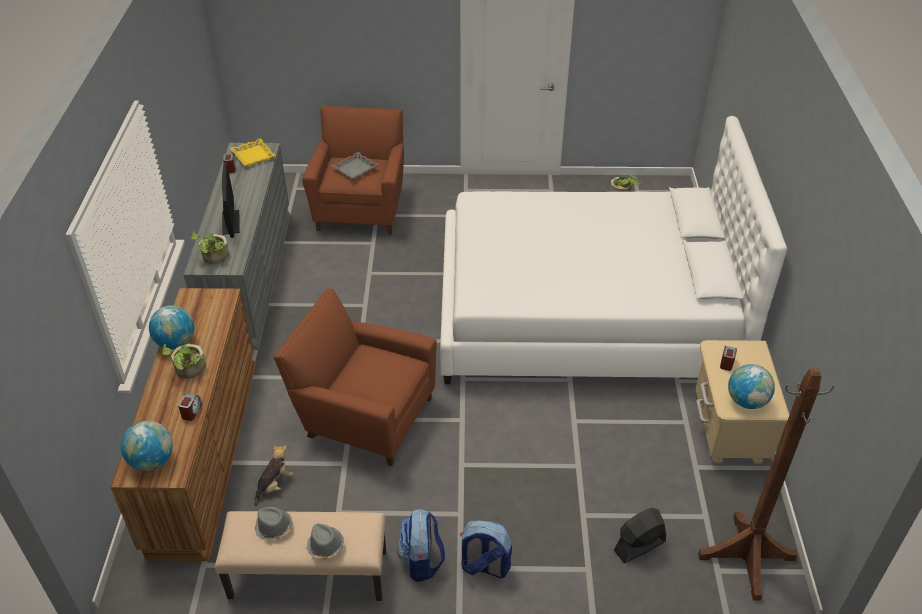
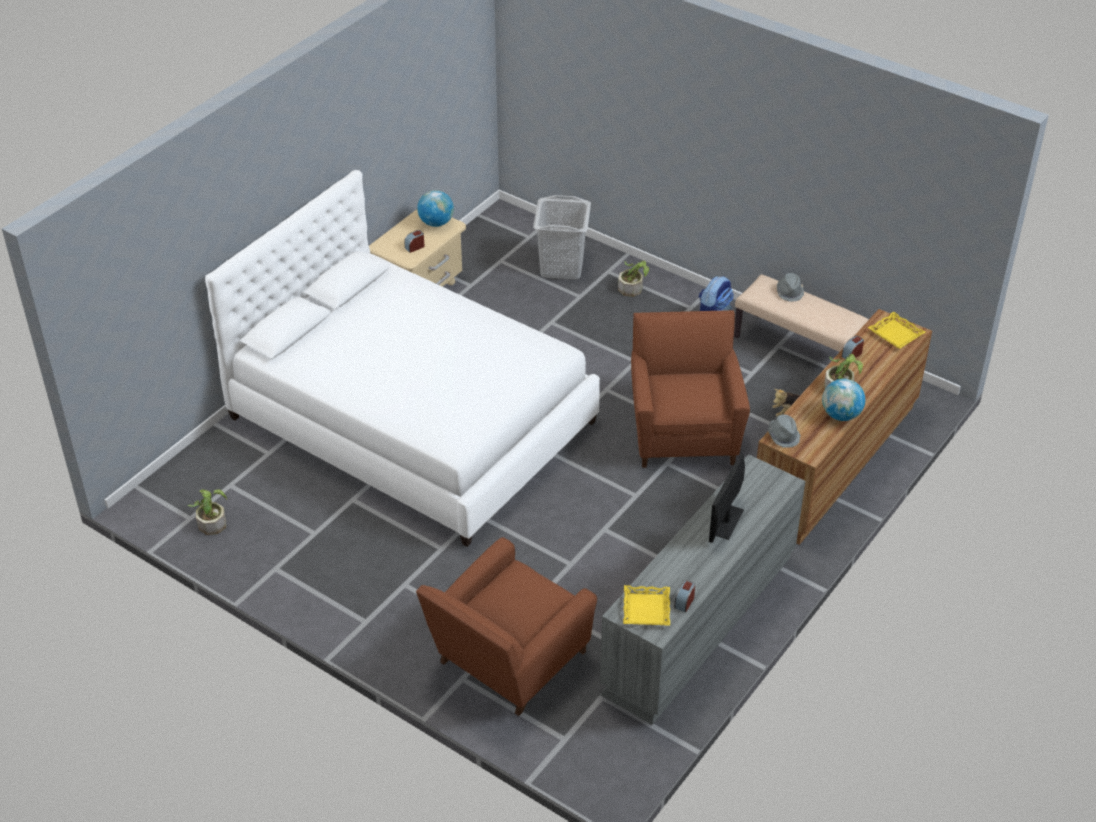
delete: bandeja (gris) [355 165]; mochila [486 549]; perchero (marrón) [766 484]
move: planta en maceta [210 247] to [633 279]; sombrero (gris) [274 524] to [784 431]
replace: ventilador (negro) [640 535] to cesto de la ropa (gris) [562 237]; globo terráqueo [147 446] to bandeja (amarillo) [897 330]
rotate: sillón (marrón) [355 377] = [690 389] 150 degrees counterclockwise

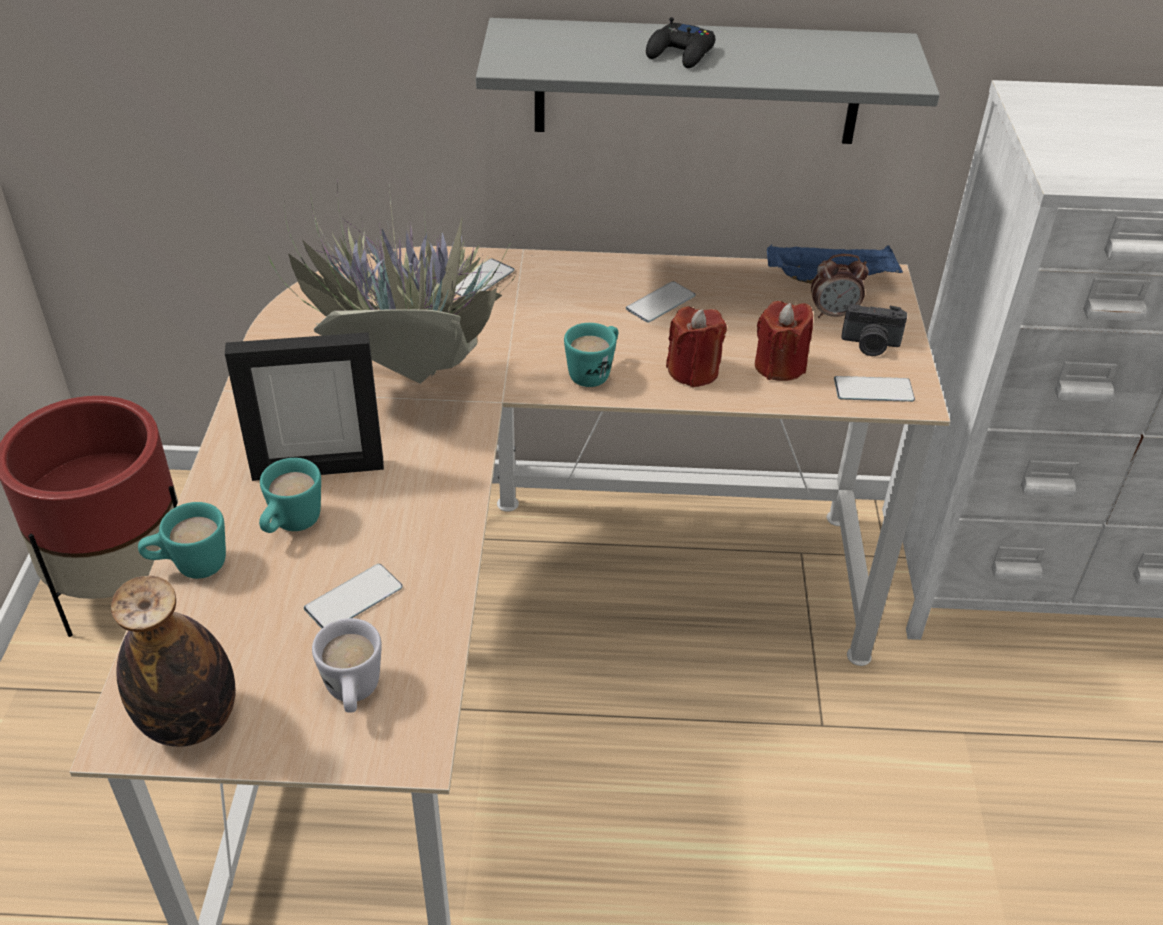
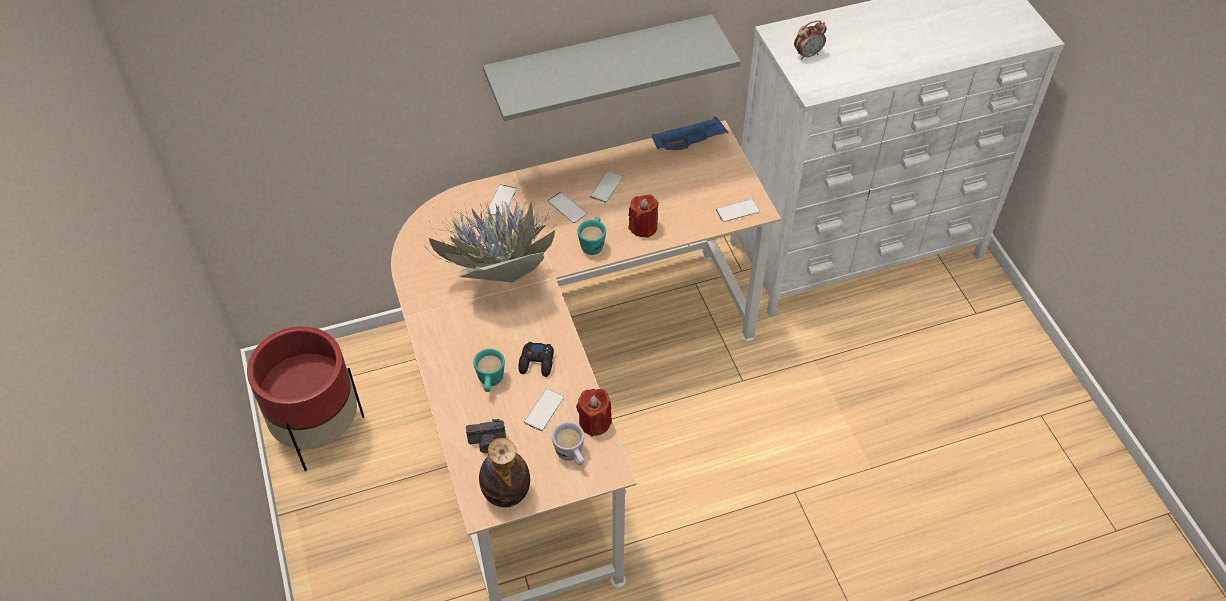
delete: taza grande (turquesa) [182 540]; portarretratos [304 406]
insert: móvil [567 207]
move: cámara [874 330] to [486 436]; mando de consola (negro) [680 42] to [536 359]; vela (rojo) [784 341] to [594 413]; despertador [840 286] to [810 40]

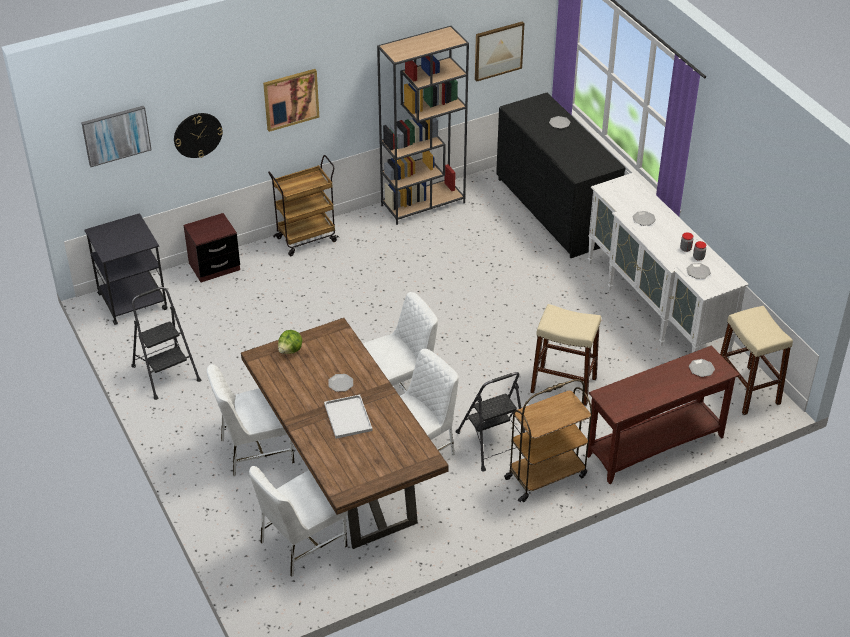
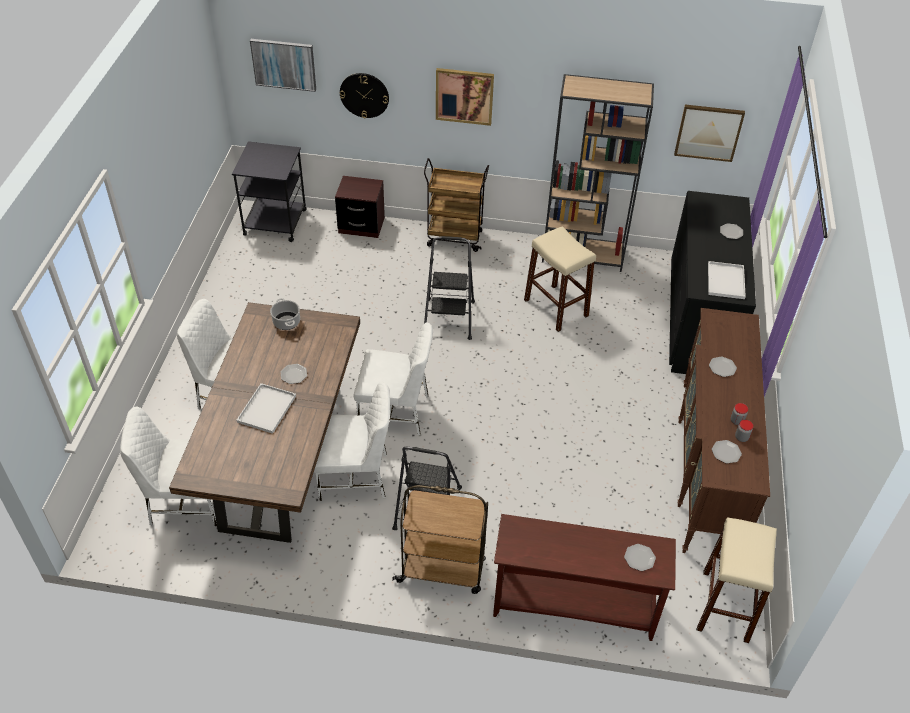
insert: bandeja (blanco) [727 280]
move: escalera de tijera (negro) [166 343] to [449 288]; taburete (beis) [565 355] to [560 279]
replace: lechuga [290 342] to olla [285 314]
recolor: armario (blanco) [668 266] to armario (marrón) [724 430]

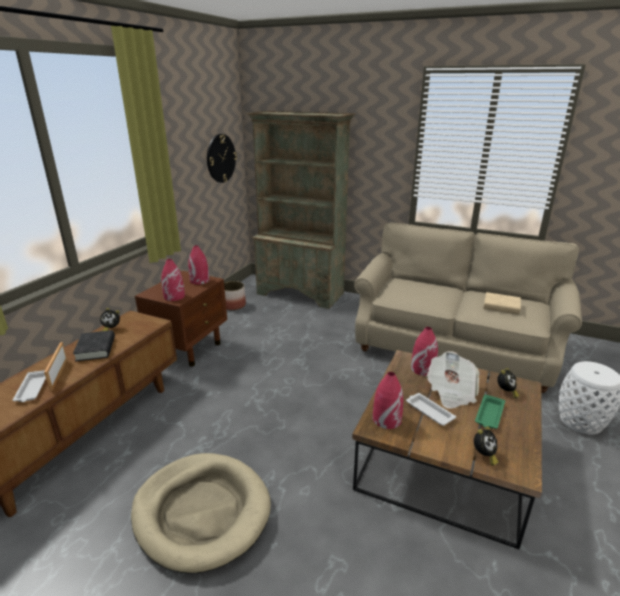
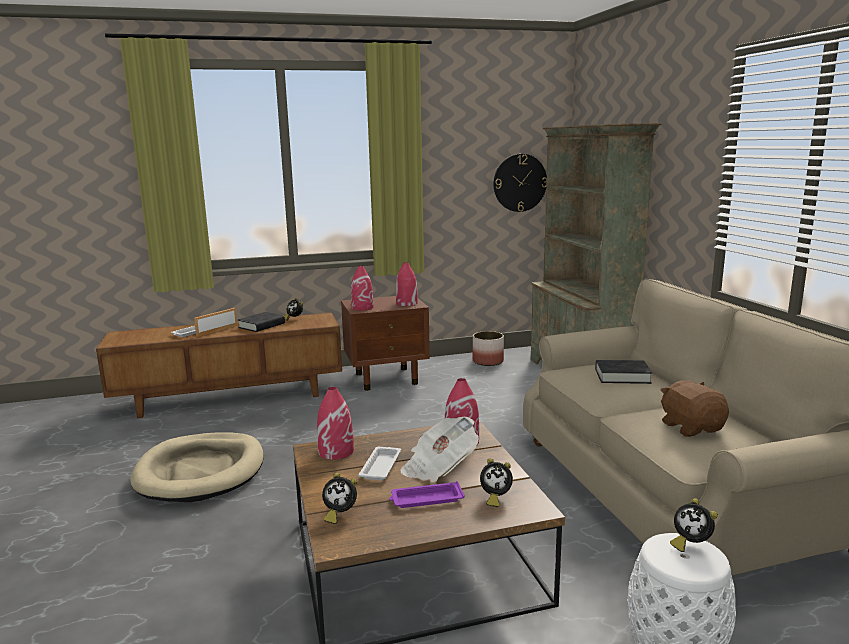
insert: libro (negro) [623 372]; despertador [694 525]
replace: libro (beis) [502 303] to peluche (marrón) [694 408]
recolor: bandeja (verde) [490 411] to bandeja (morado) [427 494]

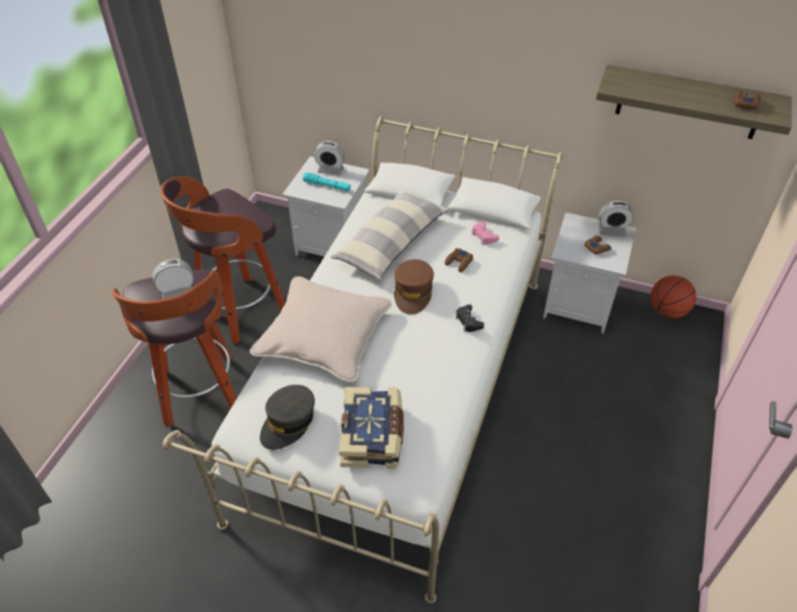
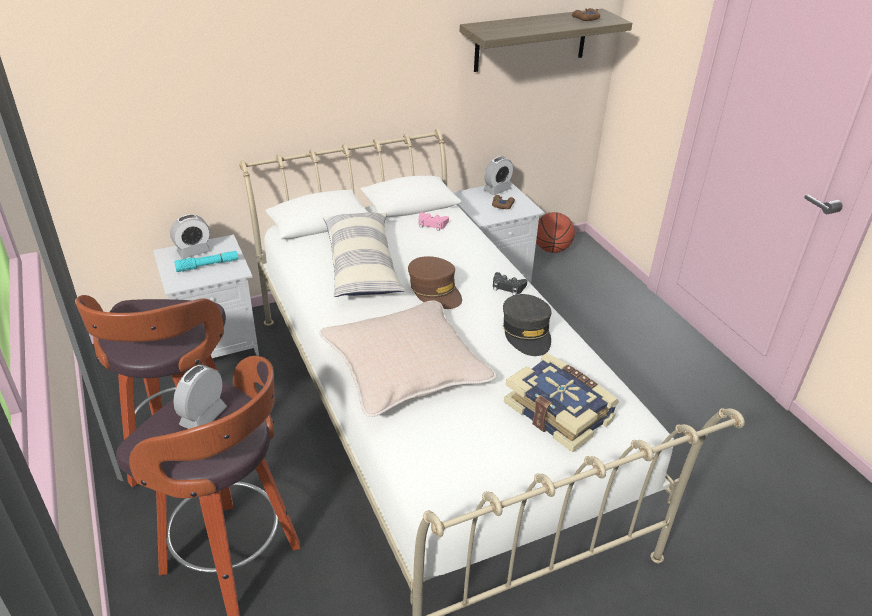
delete: mando de consola (marrón) [459 260]
move: gorra (gris) [287 417] to [527 325]

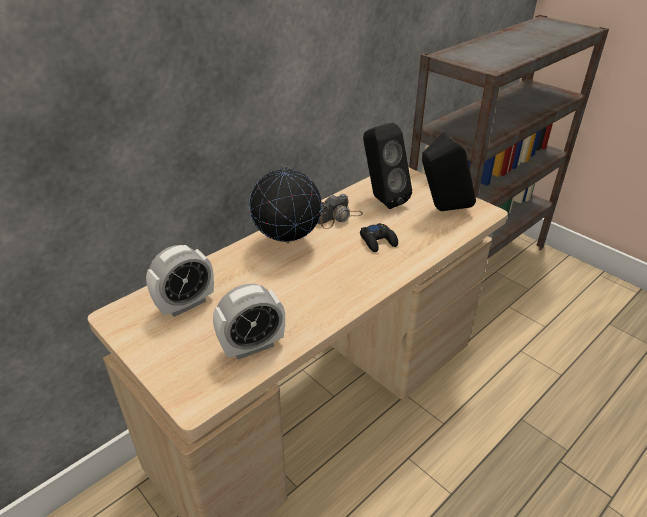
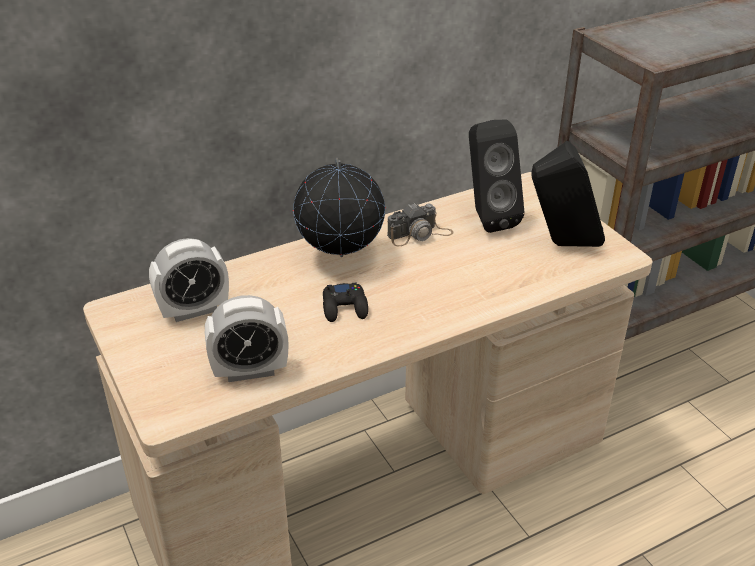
move: mando de consola (negro) [379 237] to [345 302]

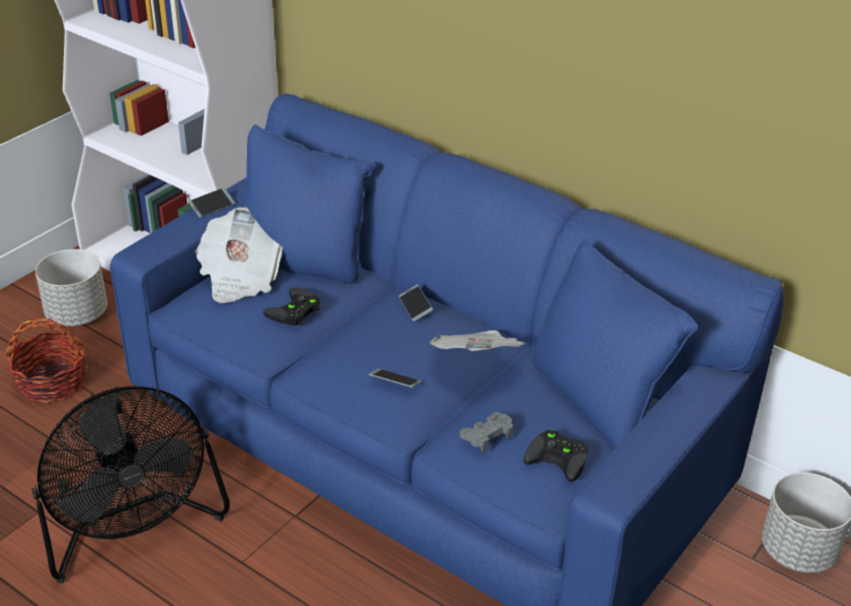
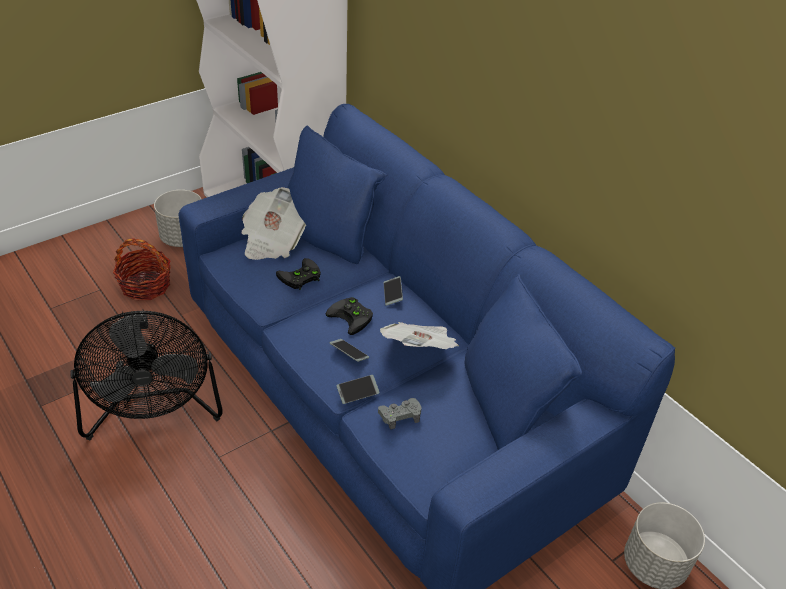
move: mando de consola (negro) [556 456] to [349 316]; móvil [212 203] to [358 389]

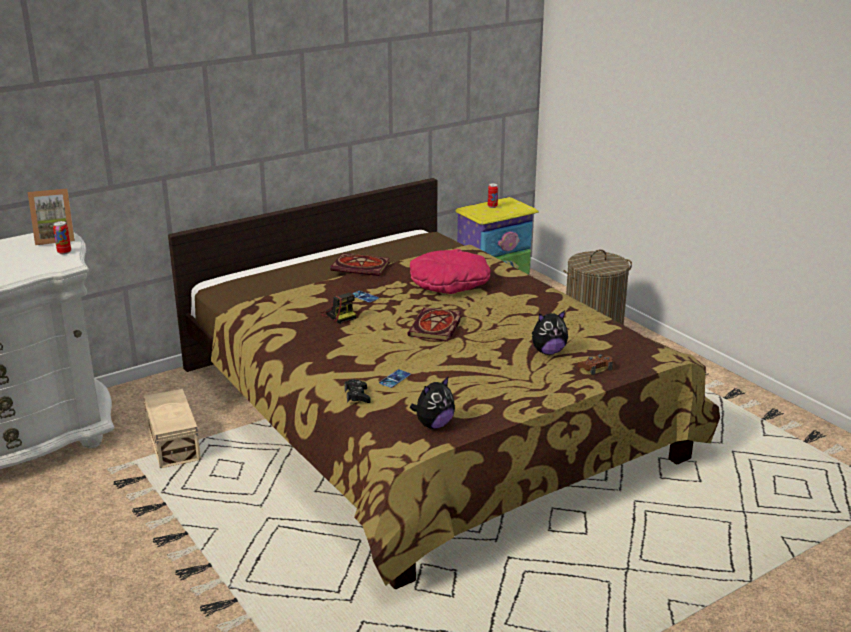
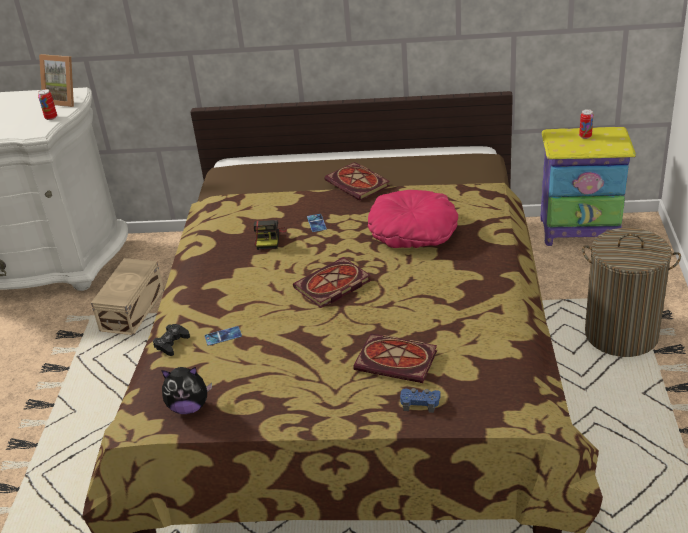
replace: peluche [550 332] to libro [395 358]
recolor: mando de consola (marrón) [595 364] to mando de consola (azul) [420 400]

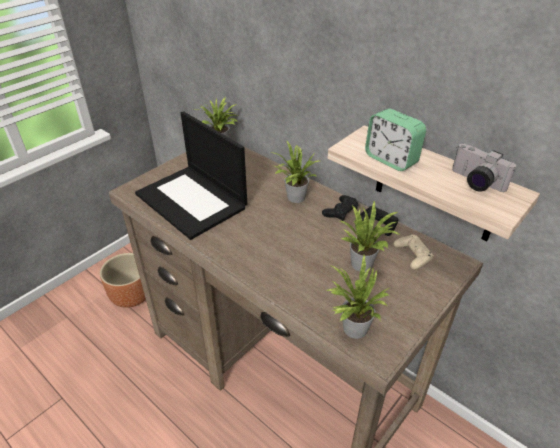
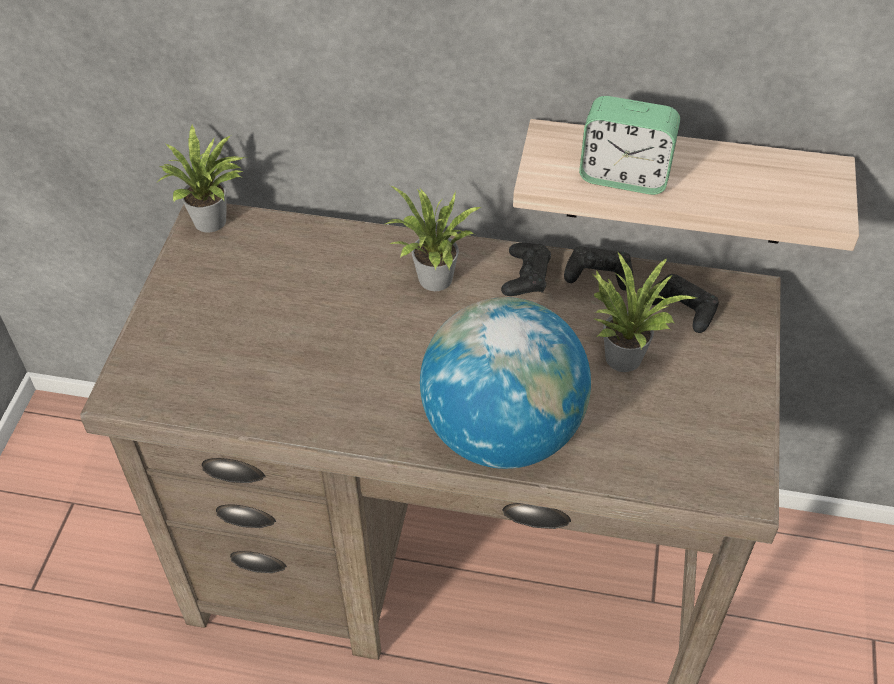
delete: maceta (marrón) [123 280]; portátil [191 175]; planta en maceta [358 297]; cámara [484 168]
insert: globo terráqueo [505 383]
recolor: mando de consola (beis) [413 252] to mando de consola (negro) [685 303]

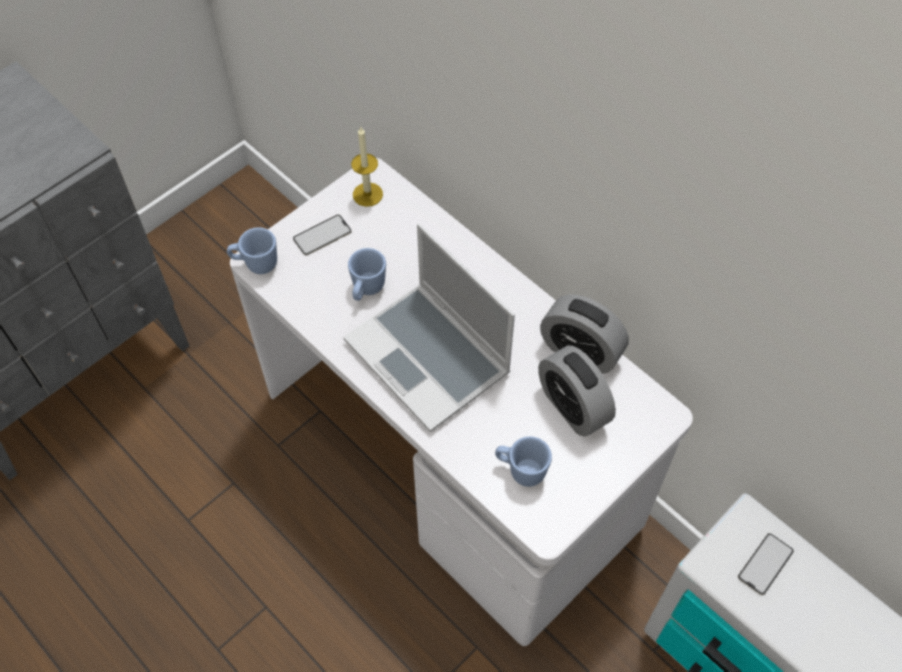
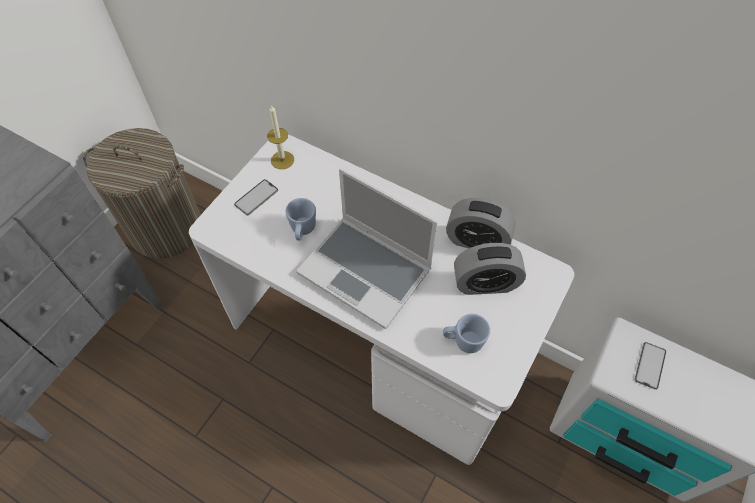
delete: taza grande (azul) [252 250]
insert: cesto de la ropa [142 193]
rotate: despertador [577 391] = [490 269] 45 degrees counterclockwise

